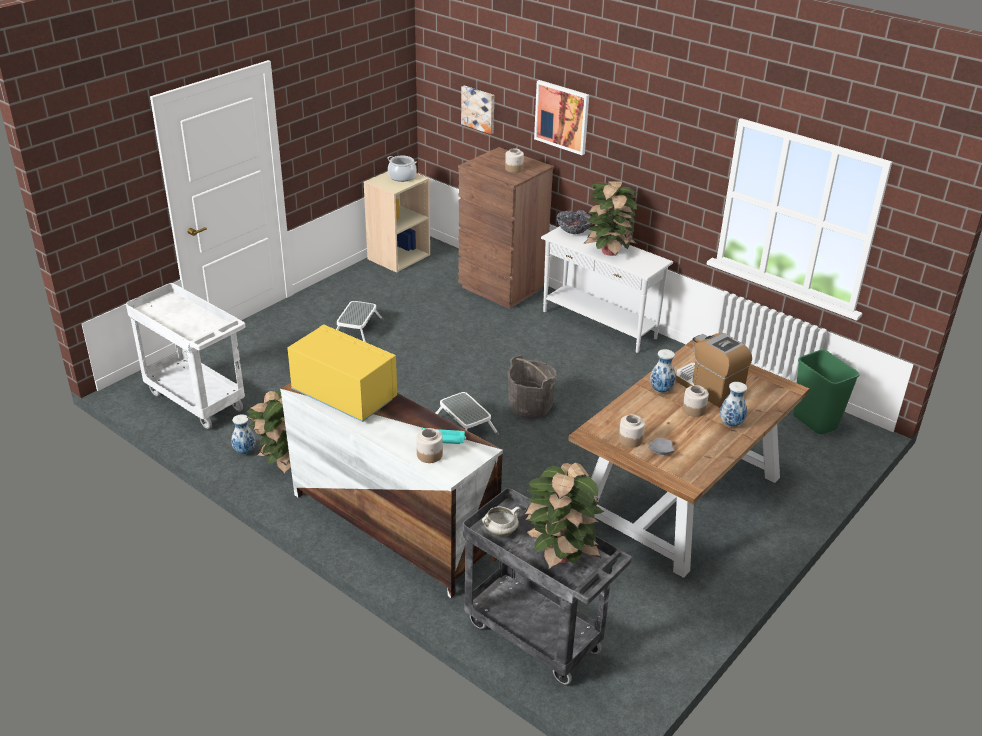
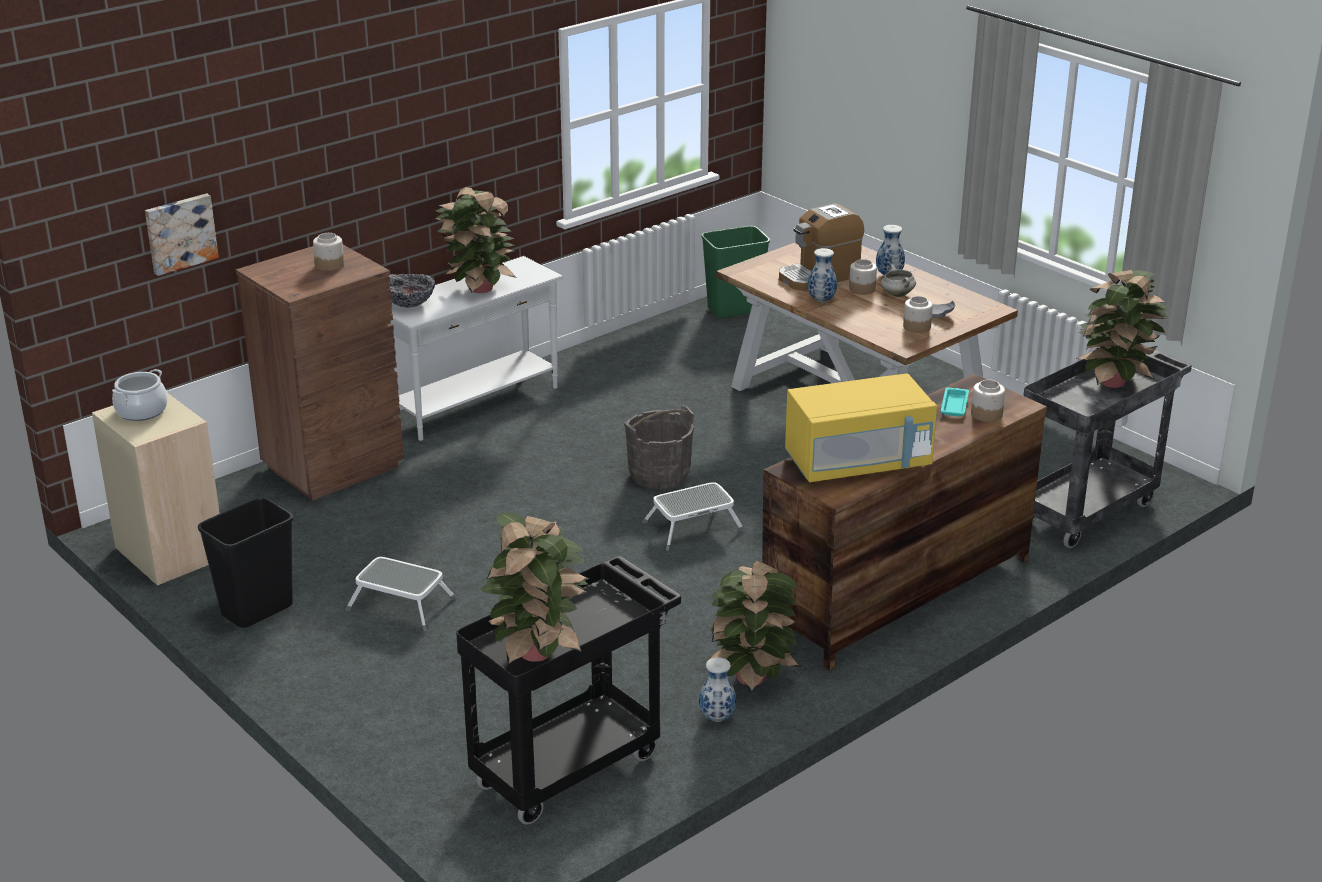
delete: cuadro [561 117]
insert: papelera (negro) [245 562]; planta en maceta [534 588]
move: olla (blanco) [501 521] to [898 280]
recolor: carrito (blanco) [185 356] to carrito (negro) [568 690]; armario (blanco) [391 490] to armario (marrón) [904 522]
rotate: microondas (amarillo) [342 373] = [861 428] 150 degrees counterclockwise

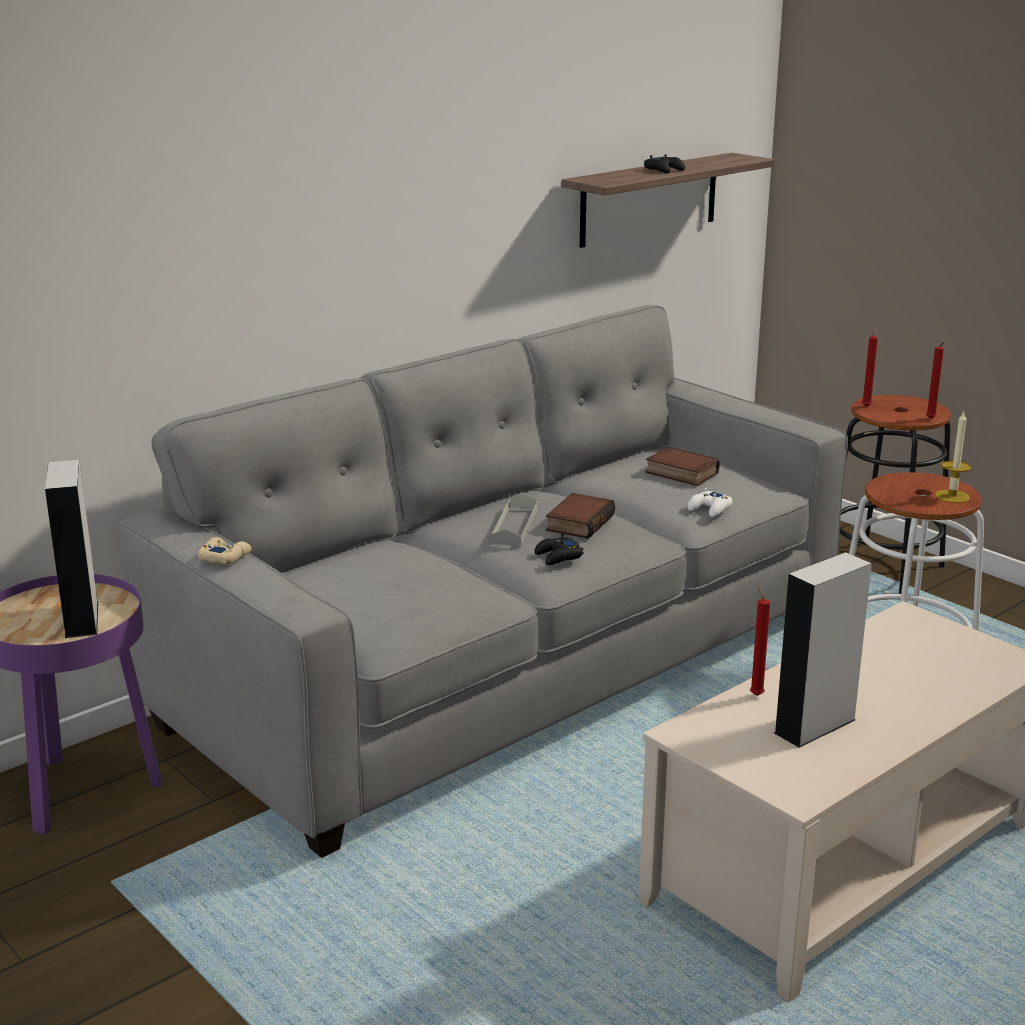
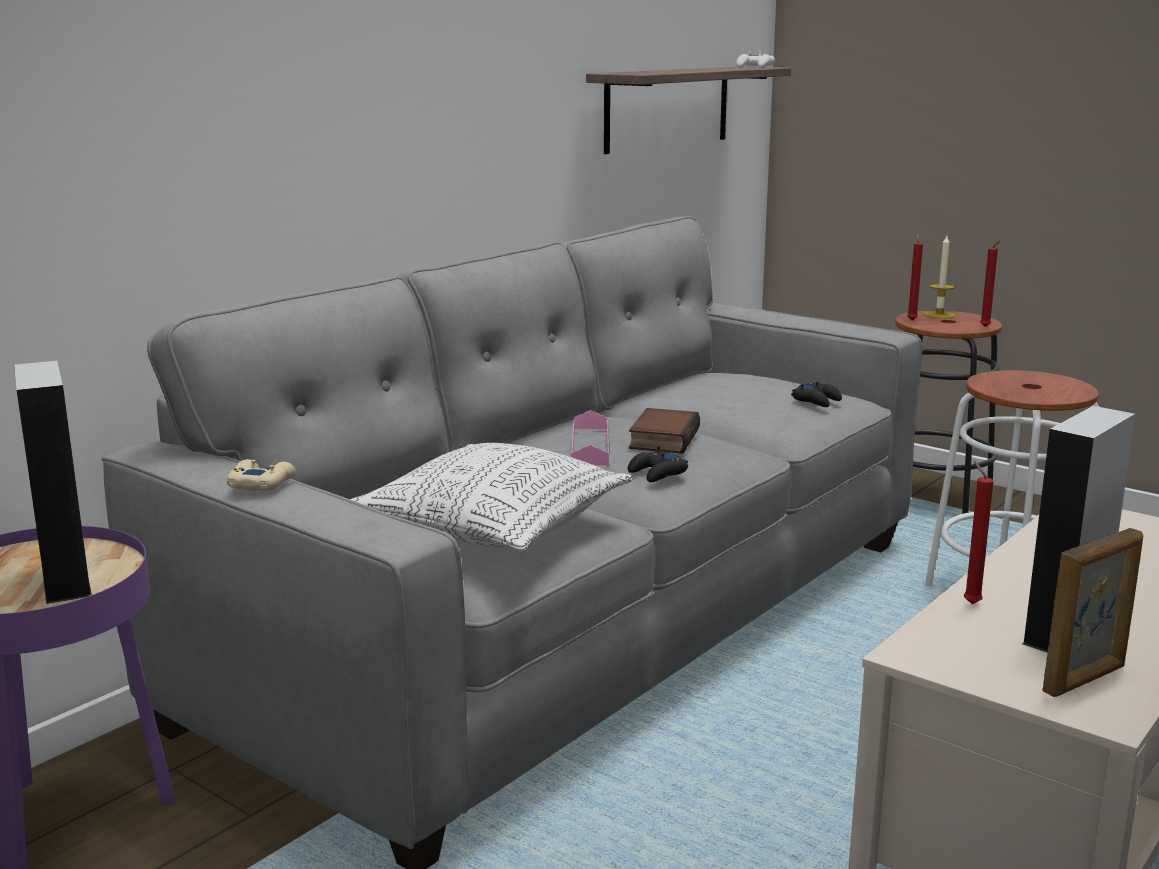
delete: libro [683 466]
insert: cojín [491 497]; portarretratos [1093 612]
move: mando de consola (blanco) [710 502] to [755 59]; mando de consola (negro) [664 163] to [816 394]; vela [953 457] to [939 277]
recolor: bandeja (gris) [514 519] to bandeja (rosa) [590 437]

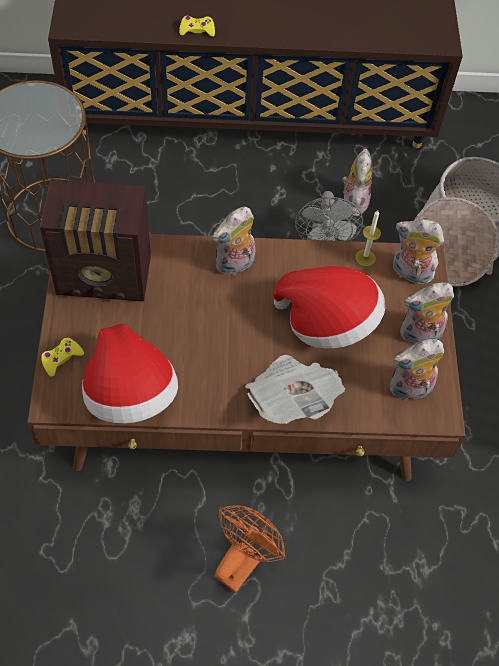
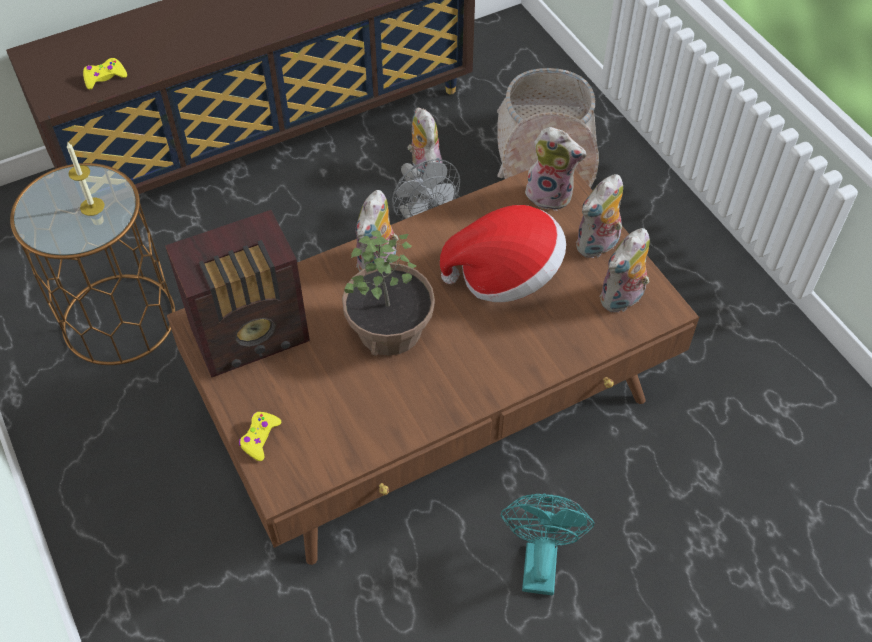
delete: sombrero [130 373]; periódico [295 389]
insert: planta en maceta [388 293]
move: vela [368 238] to [86 179]; mando de consola (amarillo) [197 26] to [105 73]
recolor: ventilador (naranja) [250 549] to ventilador (turquesa) [547 544]
rotate: peluche [418 251] = [556 169] 150 degrees counterclockwise

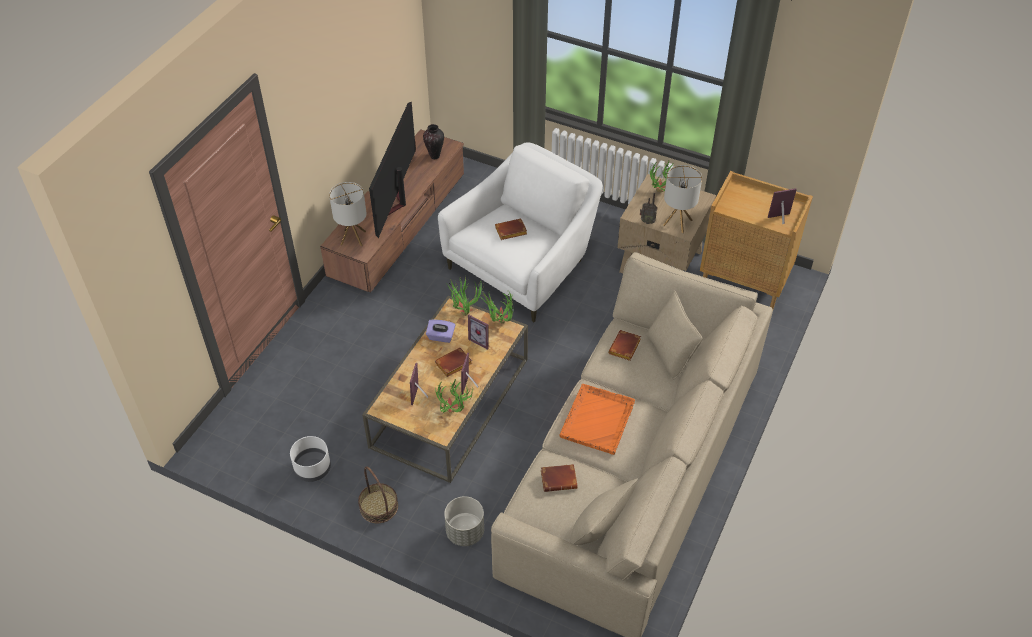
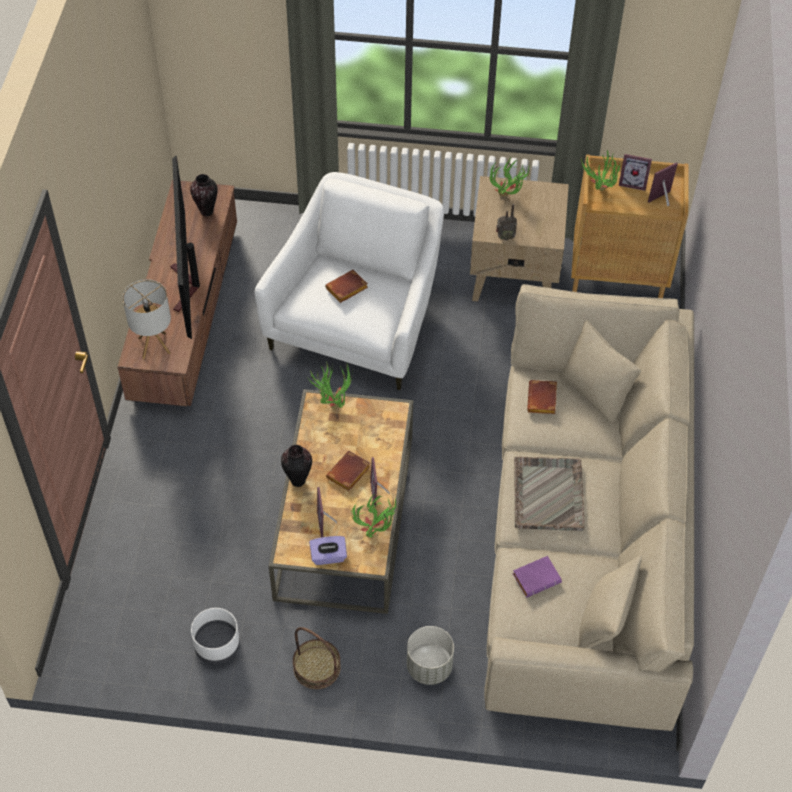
delete: lámpara de mesa [682 199]
insert: florero [296 466]
move: caja de pañuelos (morado) [440 331] to [328 550]; planta en maceta [497 307] to [600 170]; portarretratos [478 332] to [635 172]
recolor: libro (marrón) [559 478] to libro (morado) [537 576]; bandeja (naranja) [597 419] to bandeja (gris) [549 494]

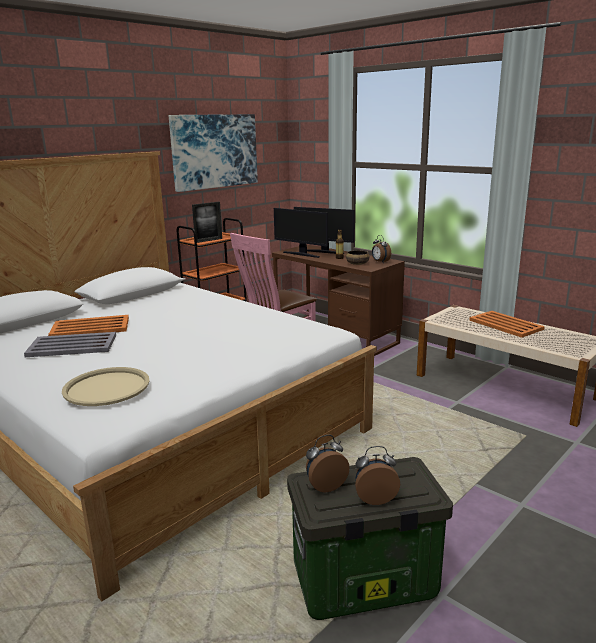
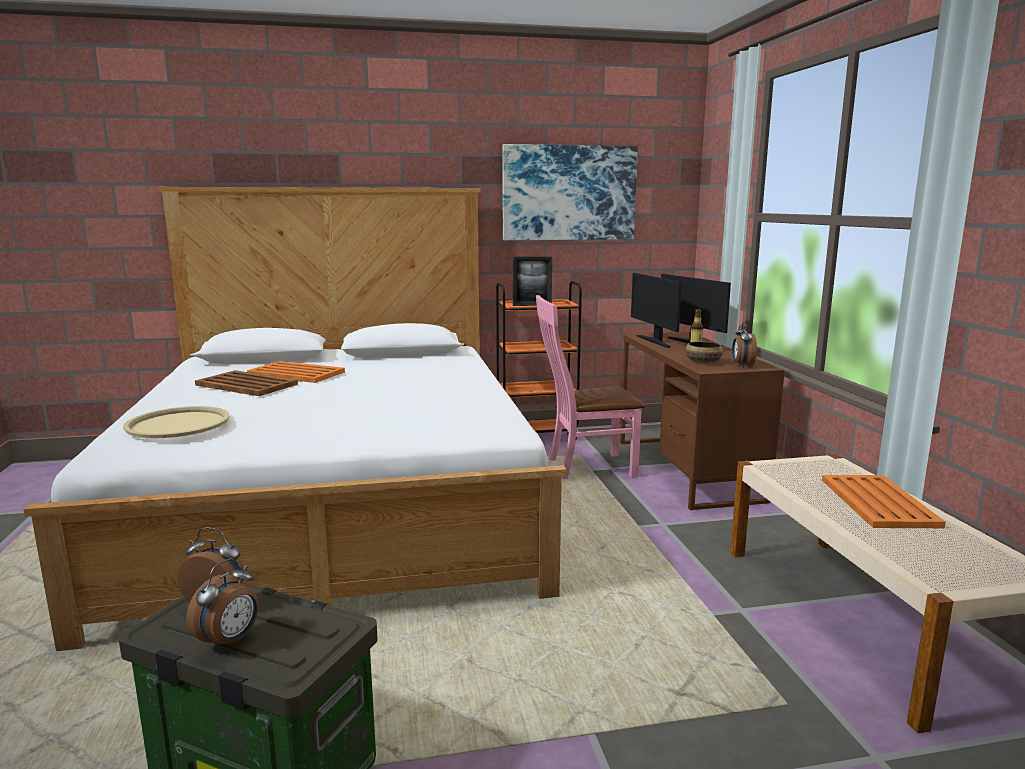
recolor: bandeja (gris) [70 344] to bandeja (marrón) [246 383]
rotate: despertador [377 475] = [222 604] 90 degrees clockwise

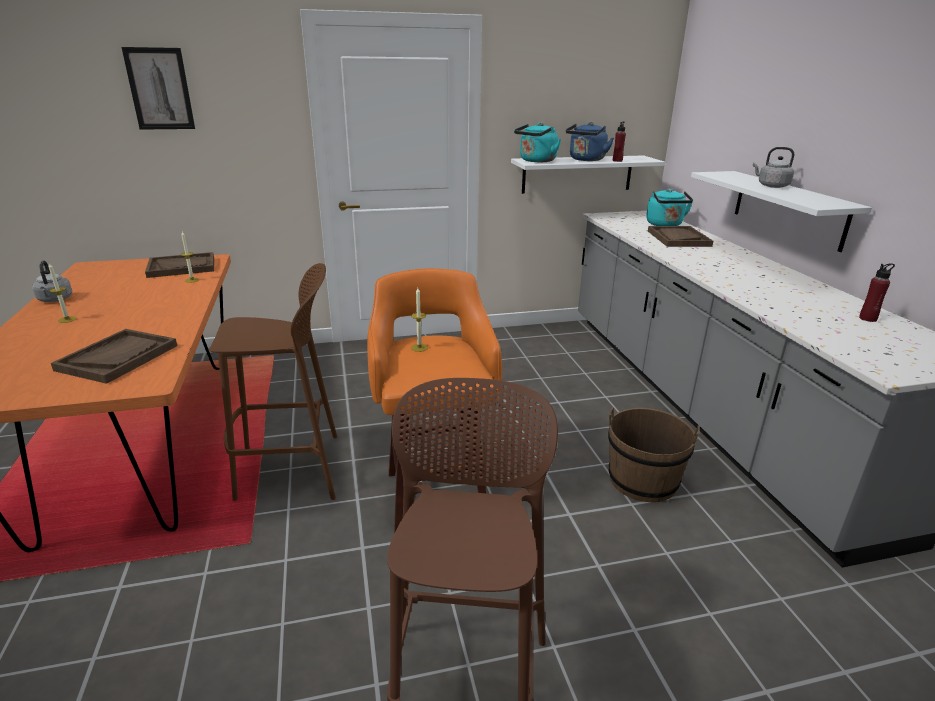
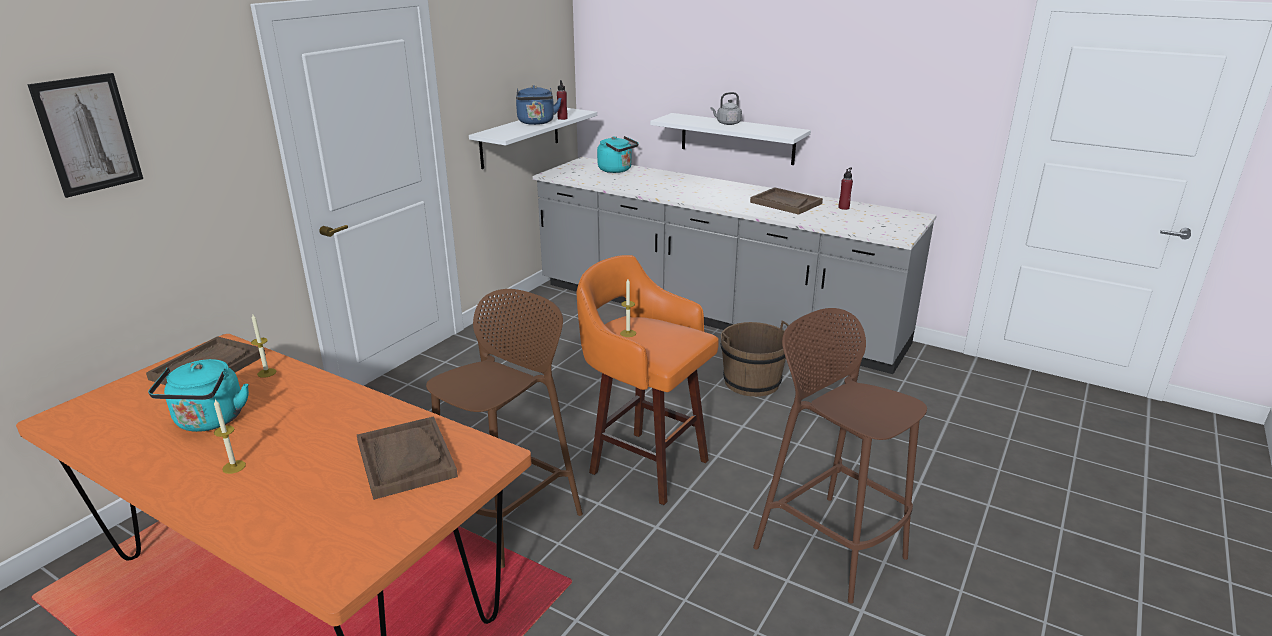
delete: hervidor (gris) [52 281]
move: hervidor (turquesa) [537 142] to [198 395]; bandeja (marrón) [680 236] to [786 201]

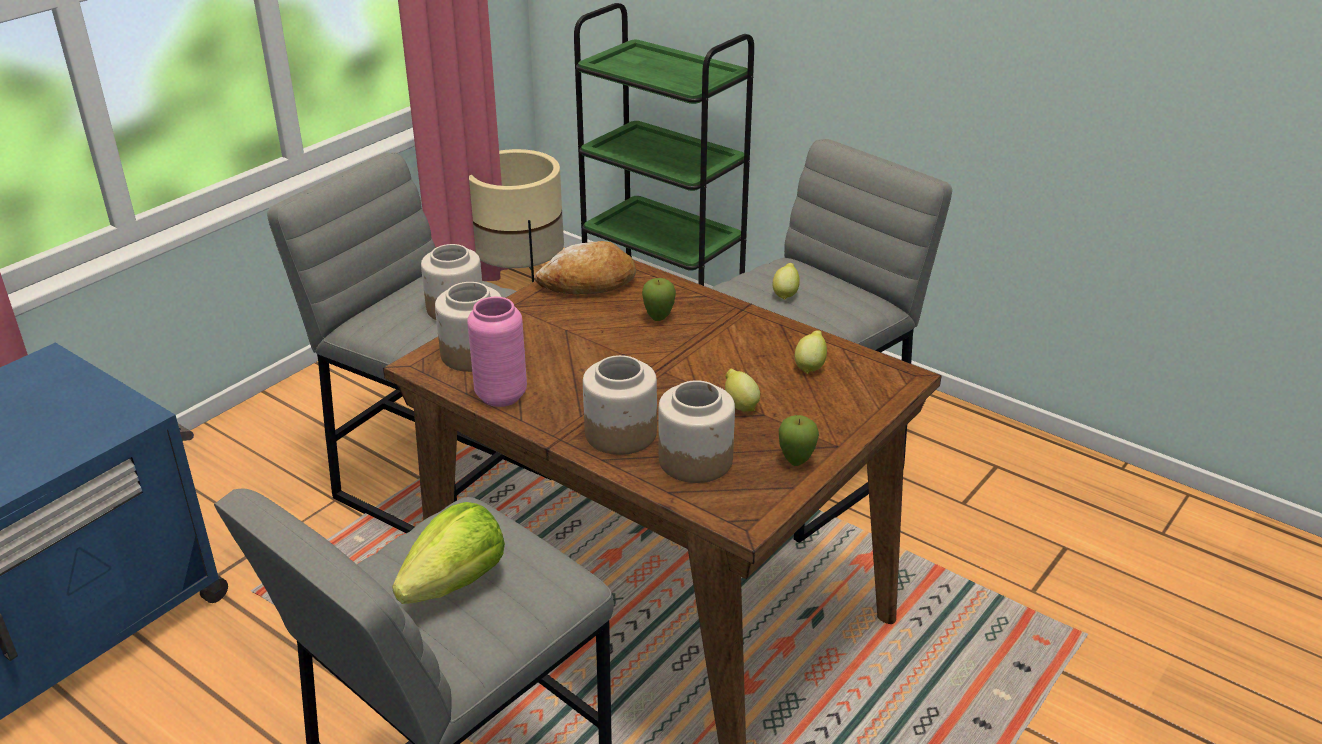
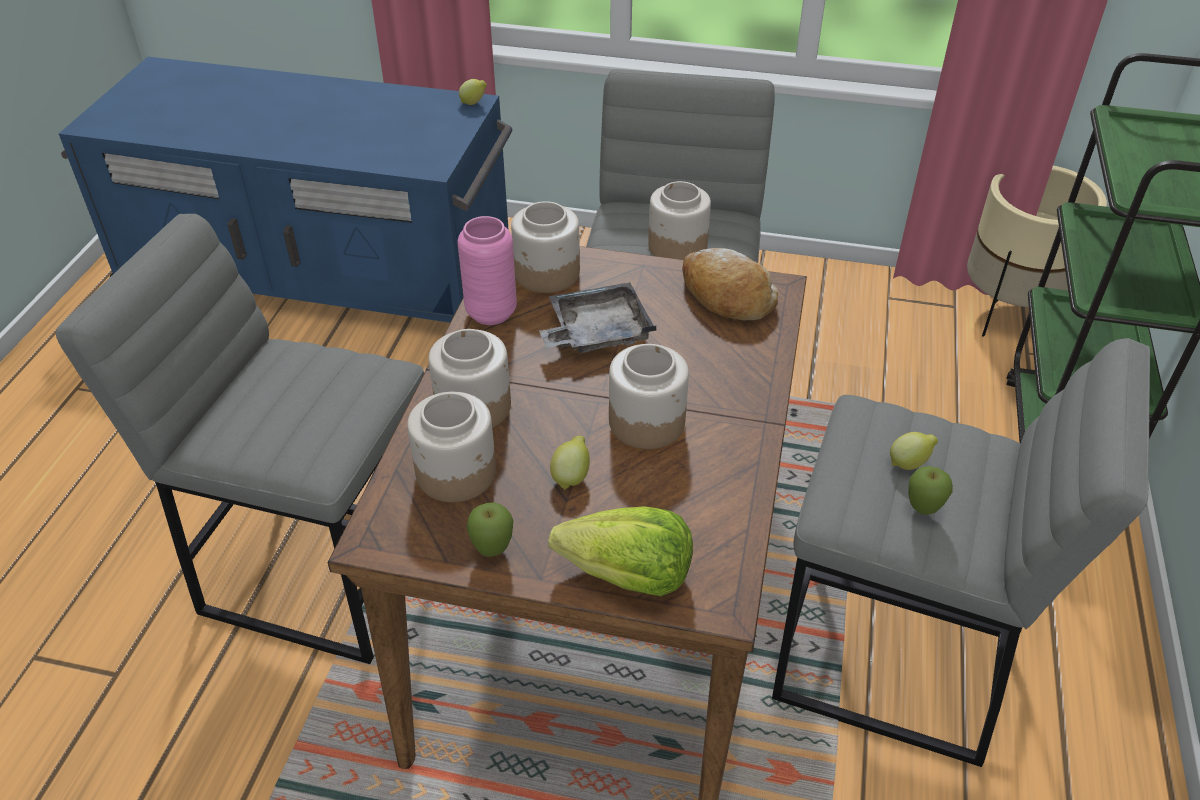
insert: bandeja (gris) [597 317]; tarro [649 396]
move: limón [811 352] to [473 92]; lechuga [448 553] to [620 551]; manzana [659 299] to [930 490]

